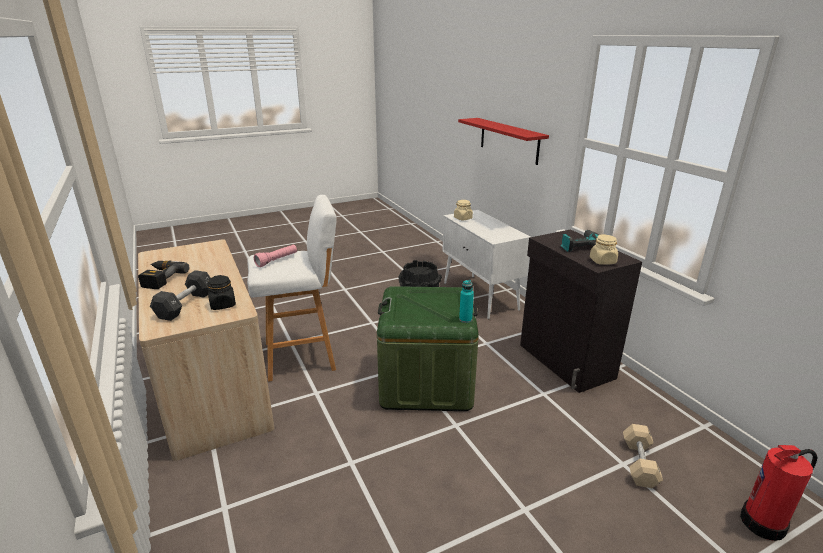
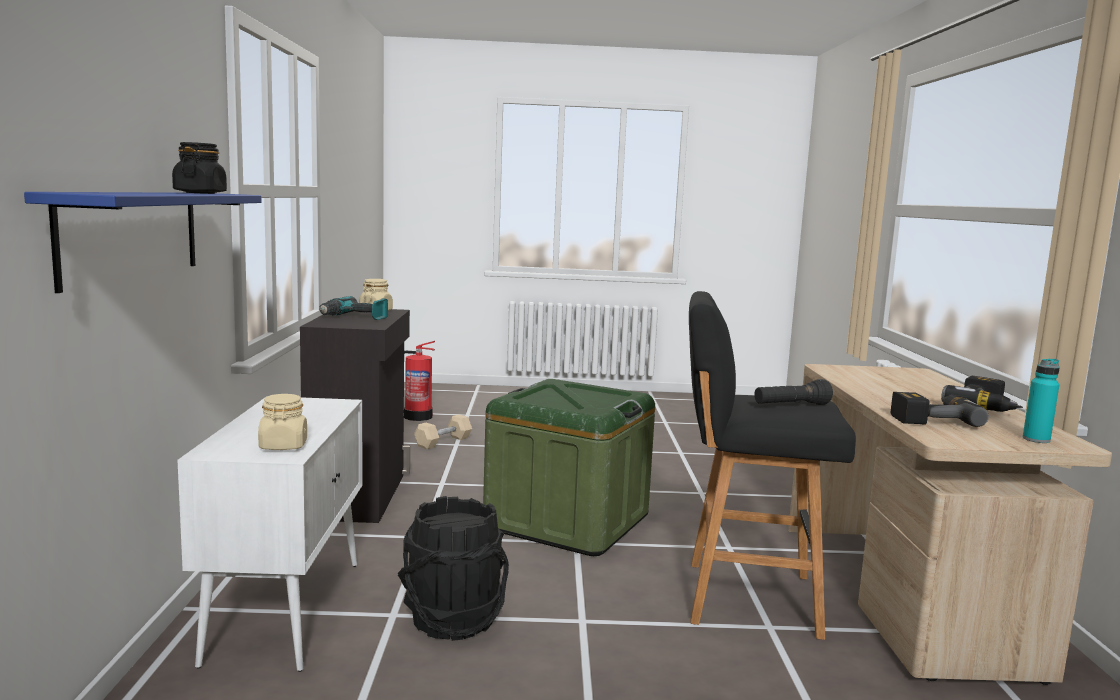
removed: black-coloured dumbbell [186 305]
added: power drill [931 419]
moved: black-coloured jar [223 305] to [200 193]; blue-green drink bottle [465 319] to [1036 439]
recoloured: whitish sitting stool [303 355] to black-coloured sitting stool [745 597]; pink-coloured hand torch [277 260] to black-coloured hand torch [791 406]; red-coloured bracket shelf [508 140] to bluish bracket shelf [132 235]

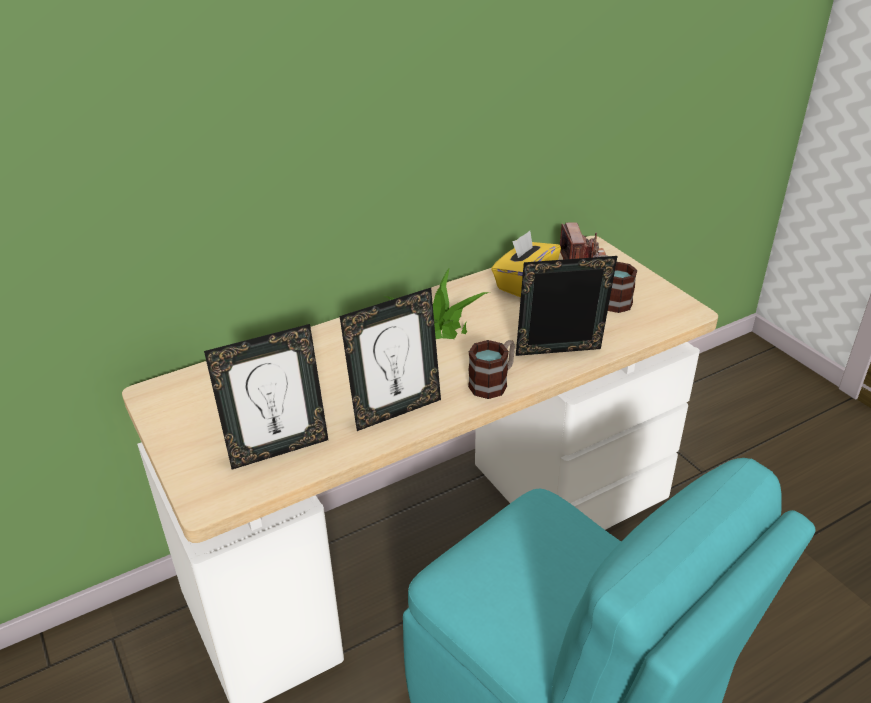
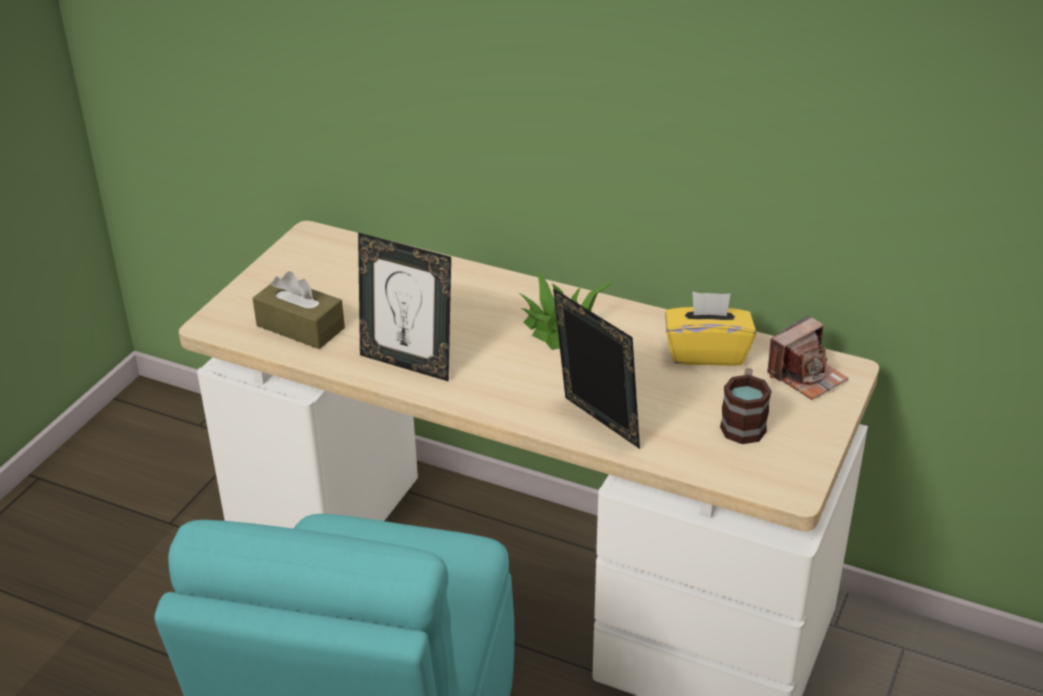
removed: mug [493 382]
replaced: standing frame [278 449] to brownish tissue box [300 327]

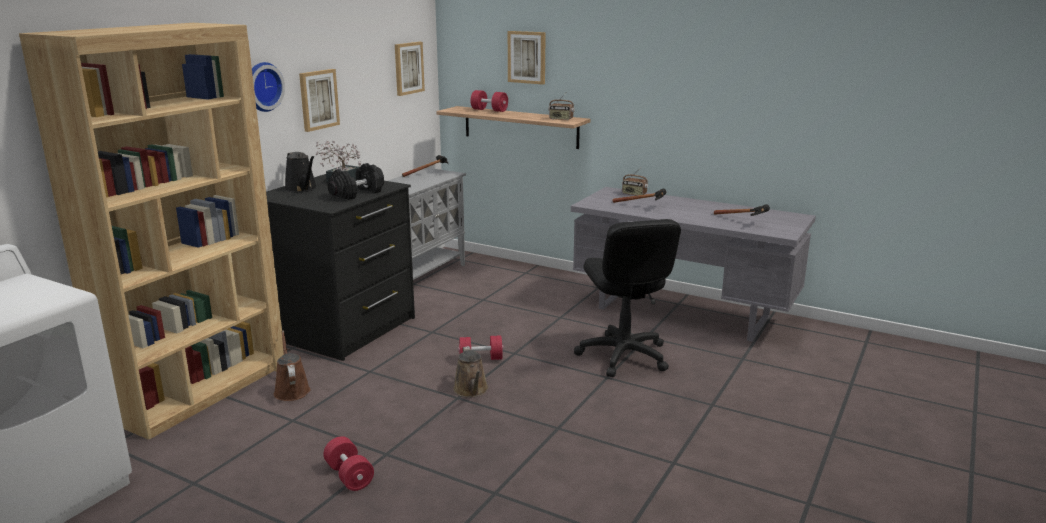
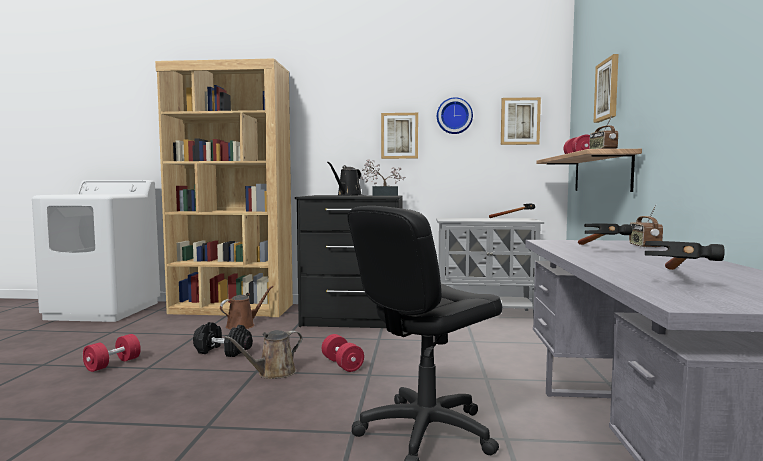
moved: wall clock [262 86] to [454 116]; black-coloured dumbbell [357 194] to [223 351]

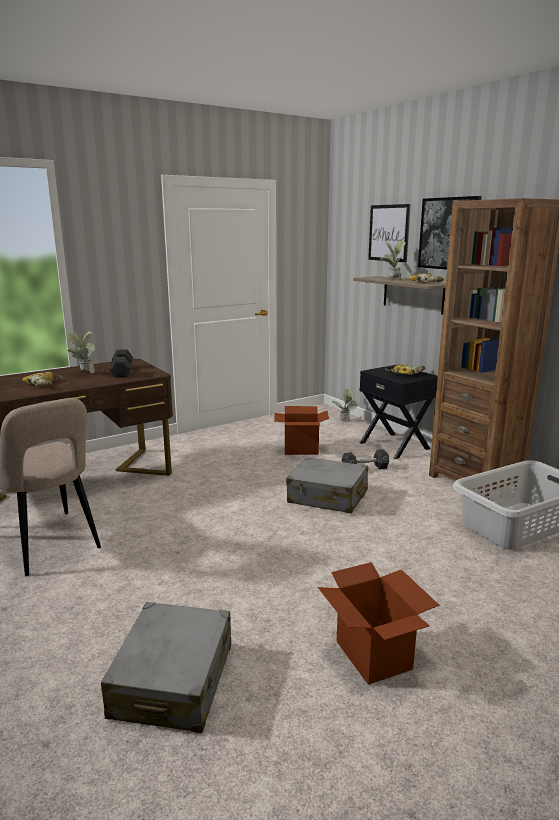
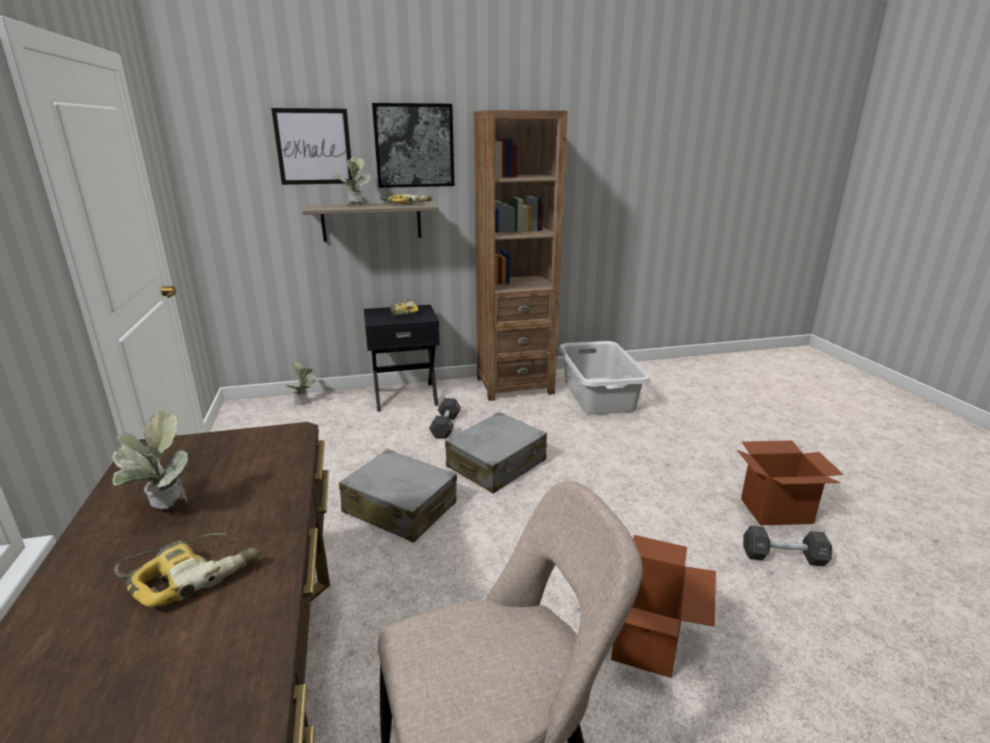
moved: grey suitcase [173 680] to [400 508]; black-coloured dumbbell [122 371] to [783 557]; packing box [301 449] to [645 640]

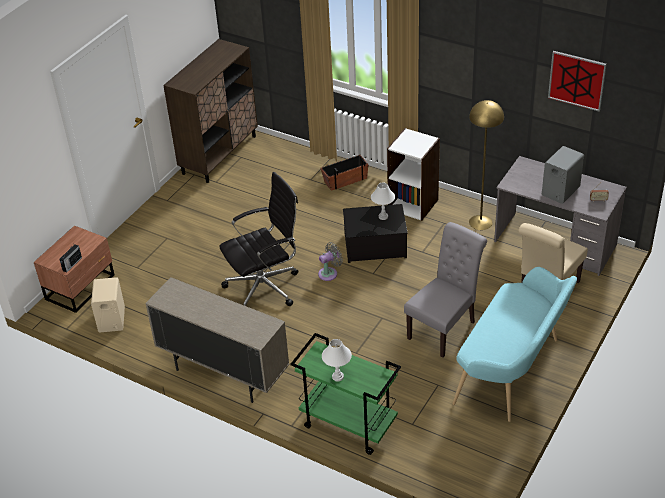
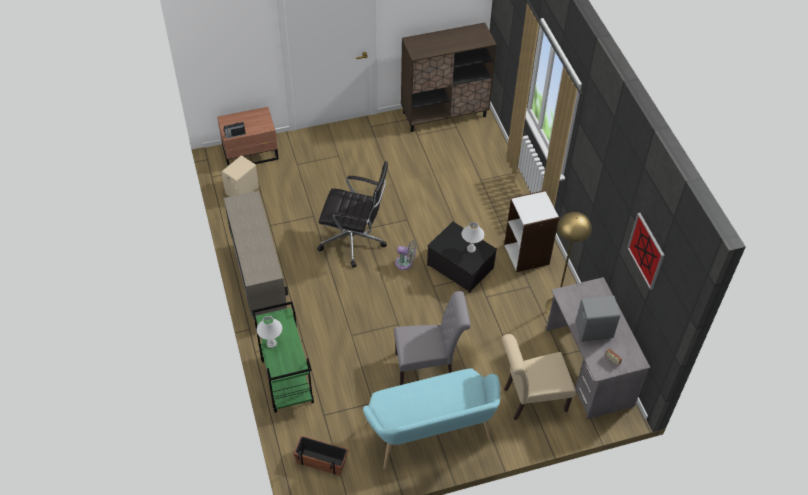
moved: planter [345 180] to [321 461]

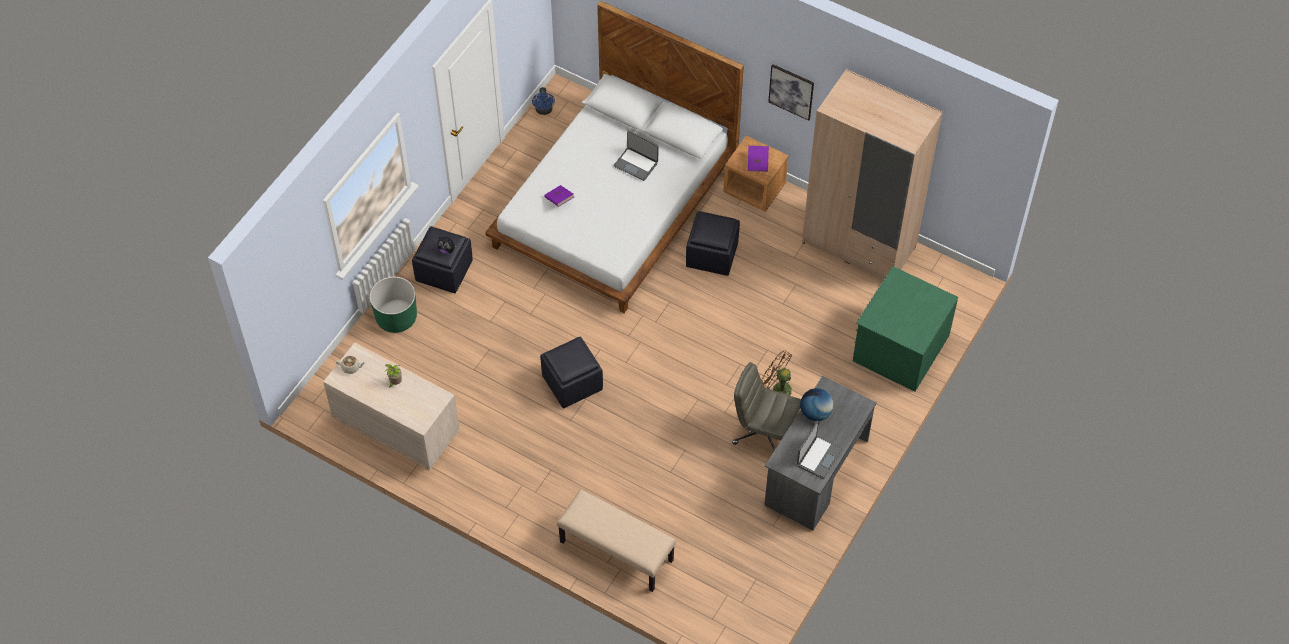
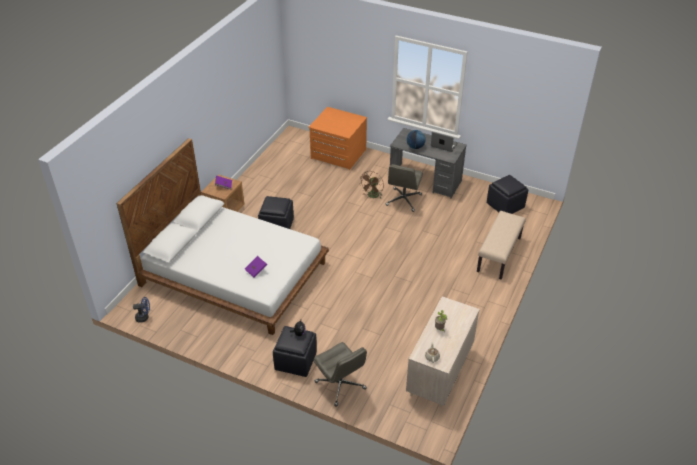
removed: notebook computer [636 164]; picture [791 91]; beige-coloured wardrobe [859 244]
moved: black-coloured pouffe [572 383] to [505 206]
replaced: greenish planter [396 317] to grey computer chair [341 385]
recoloured: greenish drawer chest [899 347] to orangey drawer chest [338 154]

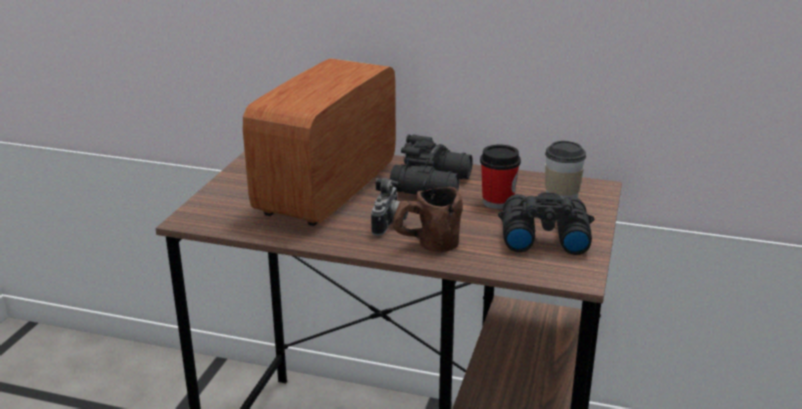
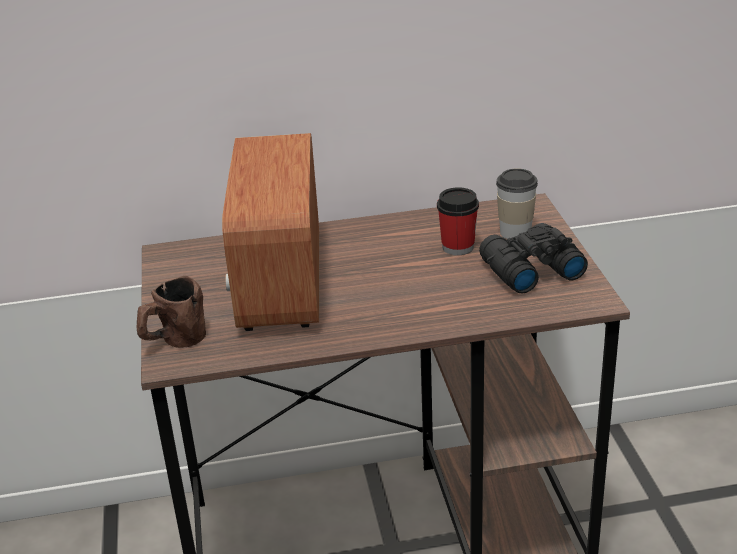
removed: still camera [390 225]; black-coloured binoculars [434 184]
moved: brownish mug [426 245] to [173 342]

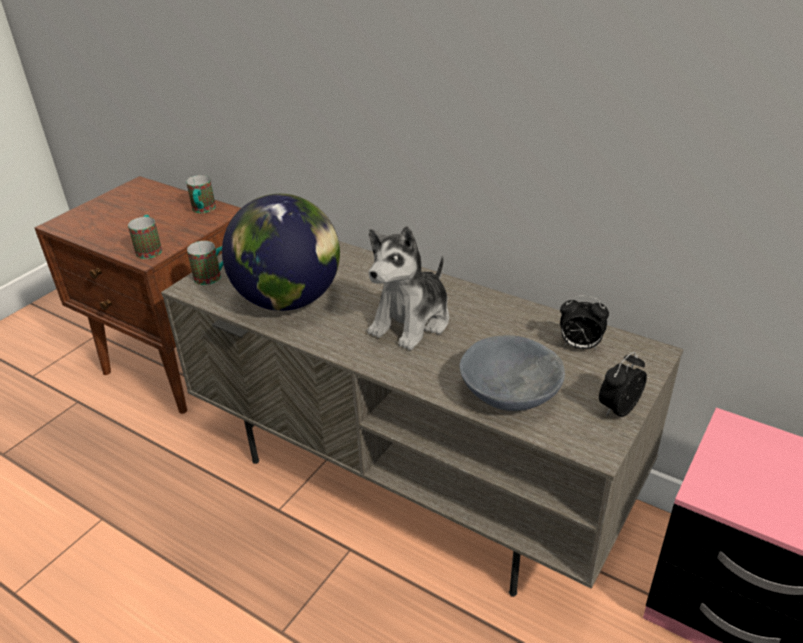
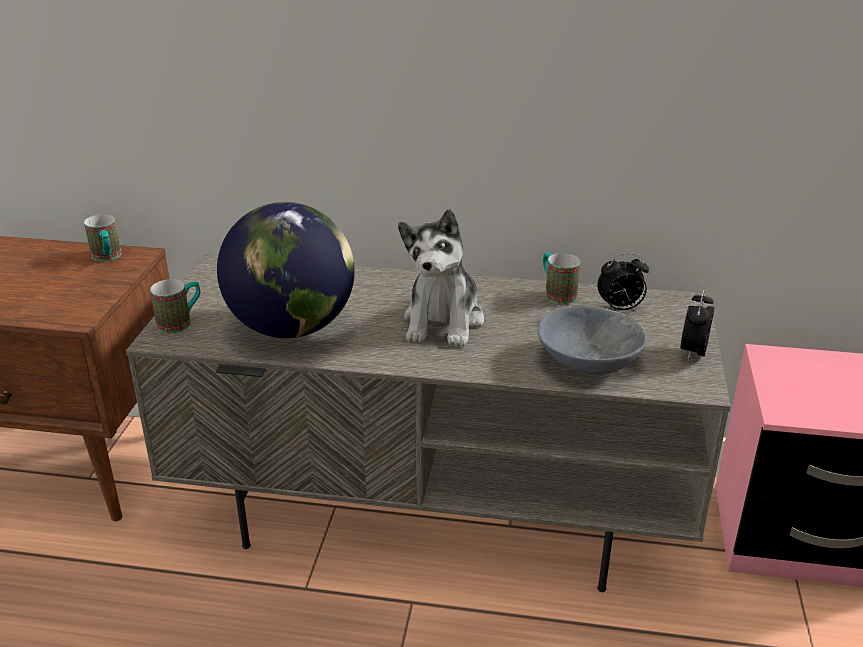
moved: mug [150 249] to [556 293]

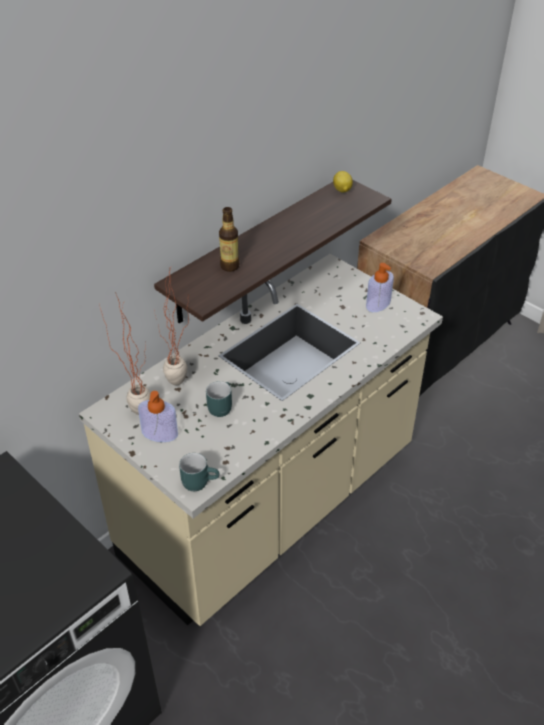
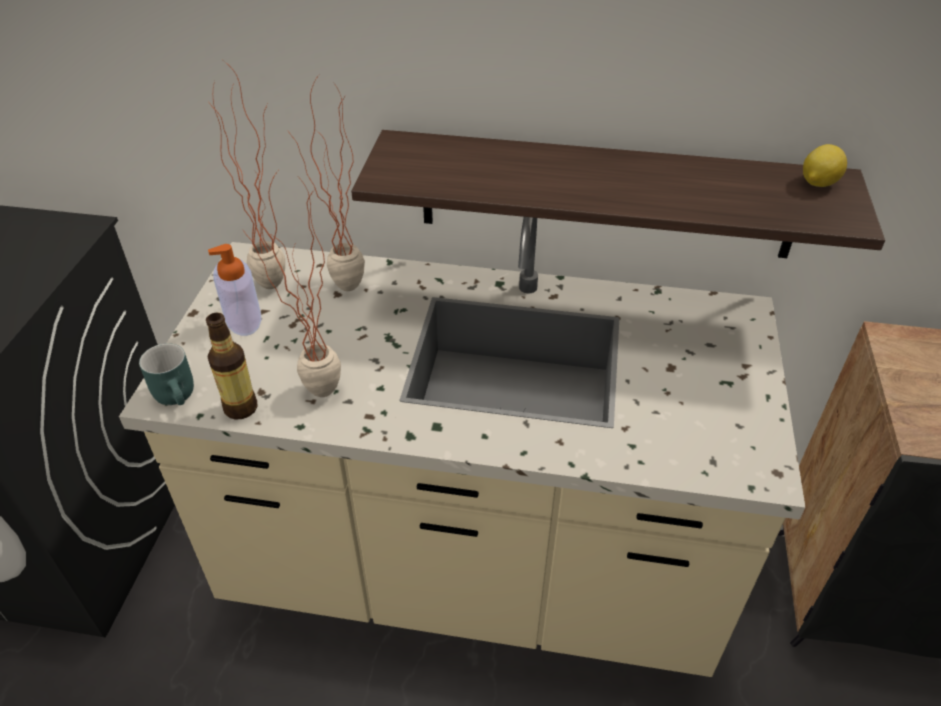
removed: blue-green mug [219 406]; liquid soap bottle [378 304]
added: plant in a pot [314 399]
moved: drink bottle [229 266] to [240 408]

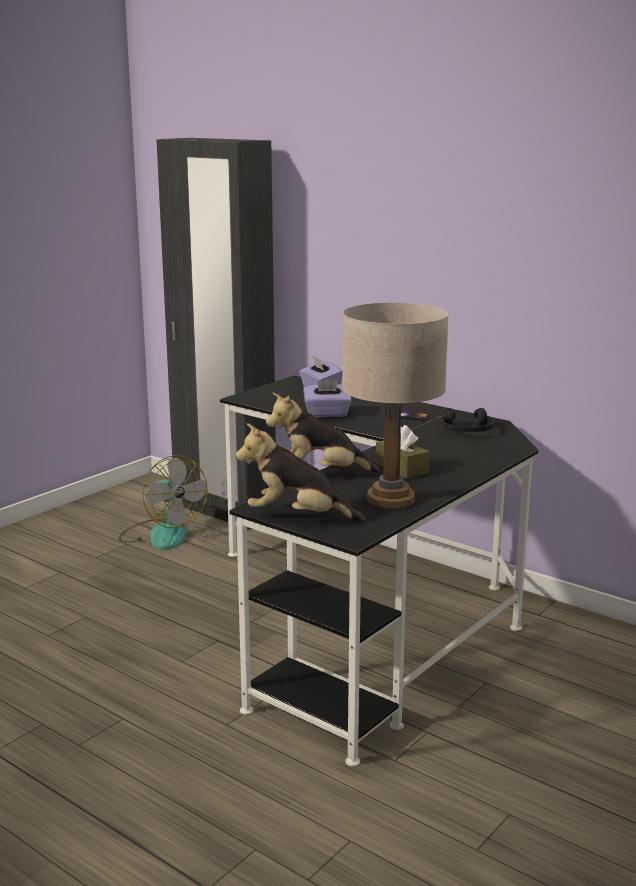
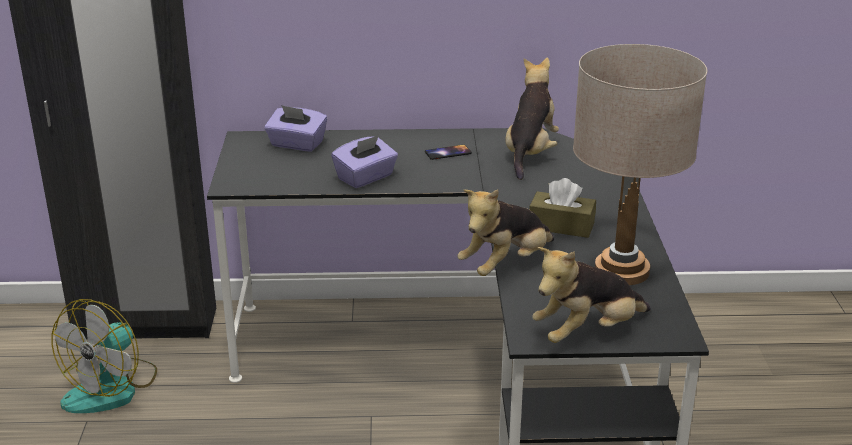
replaced: black-coloured headphones [467 430] to plush toy [530 153]
turned: cooling fan [162 534] = [112 388] 105 degrees clockwise

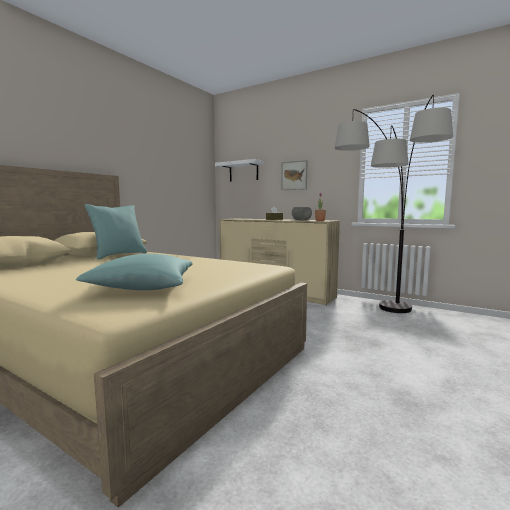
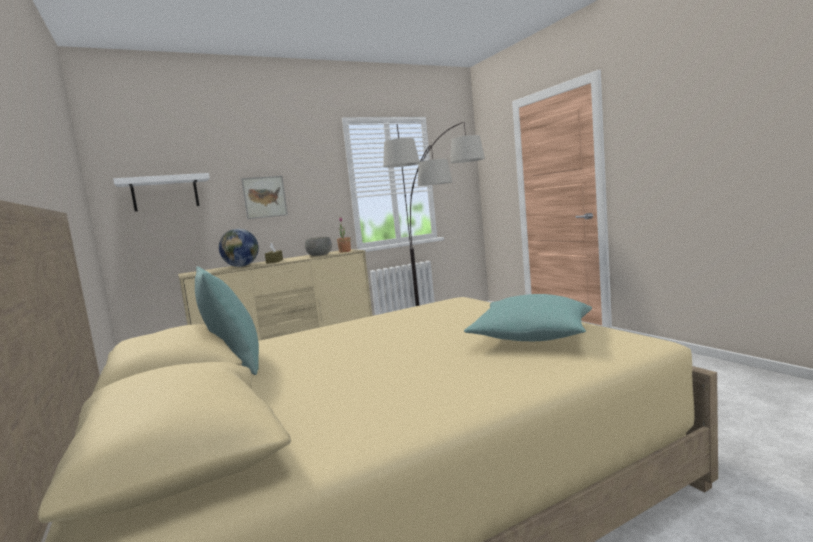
added: desk globe [241 266]

